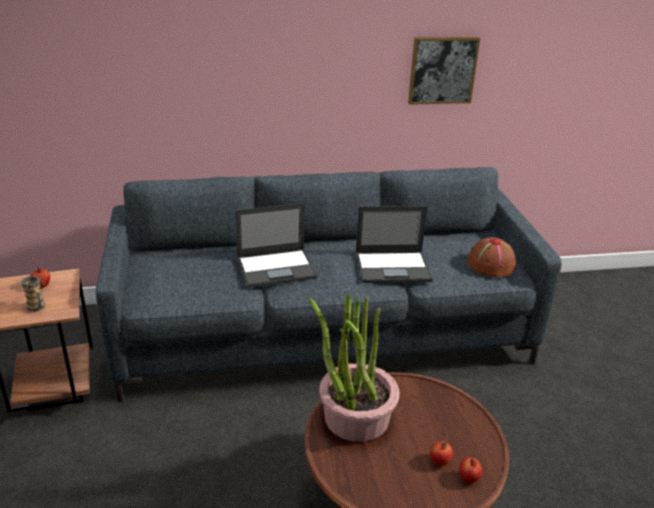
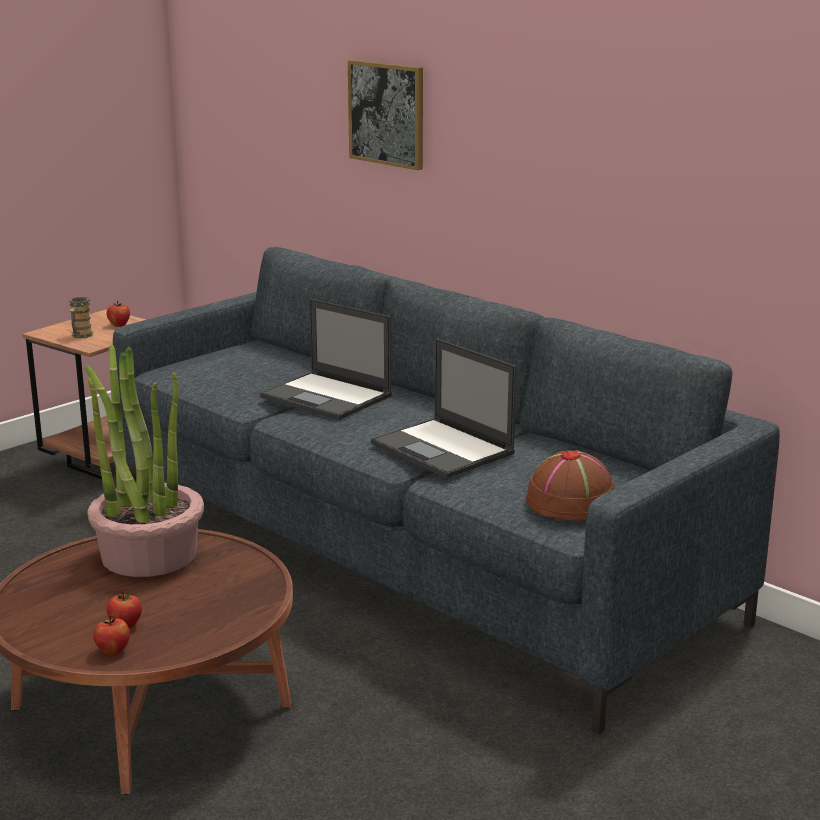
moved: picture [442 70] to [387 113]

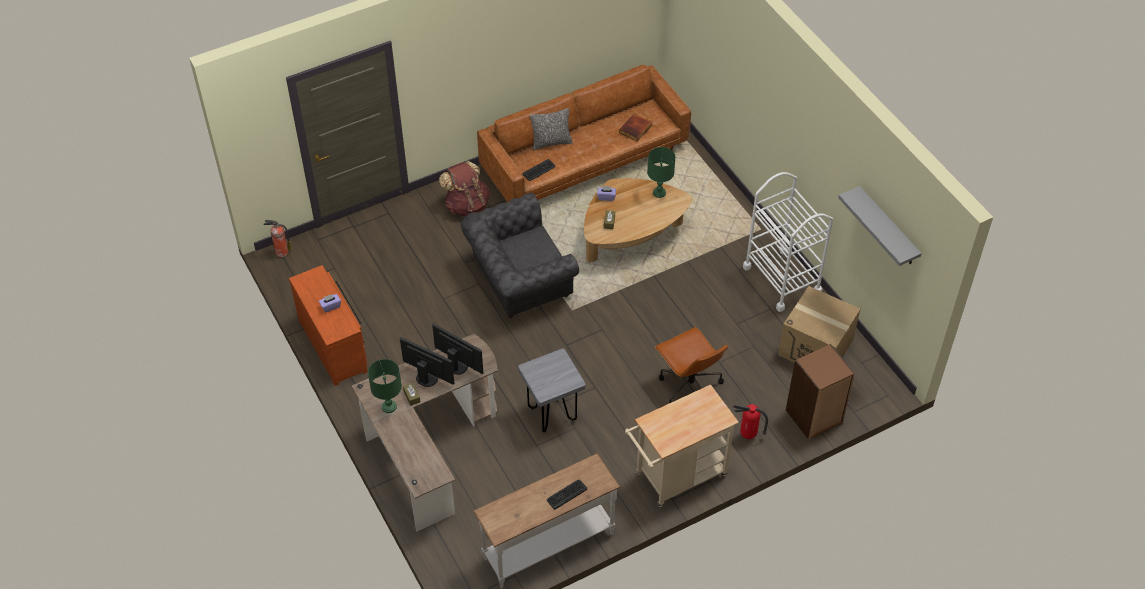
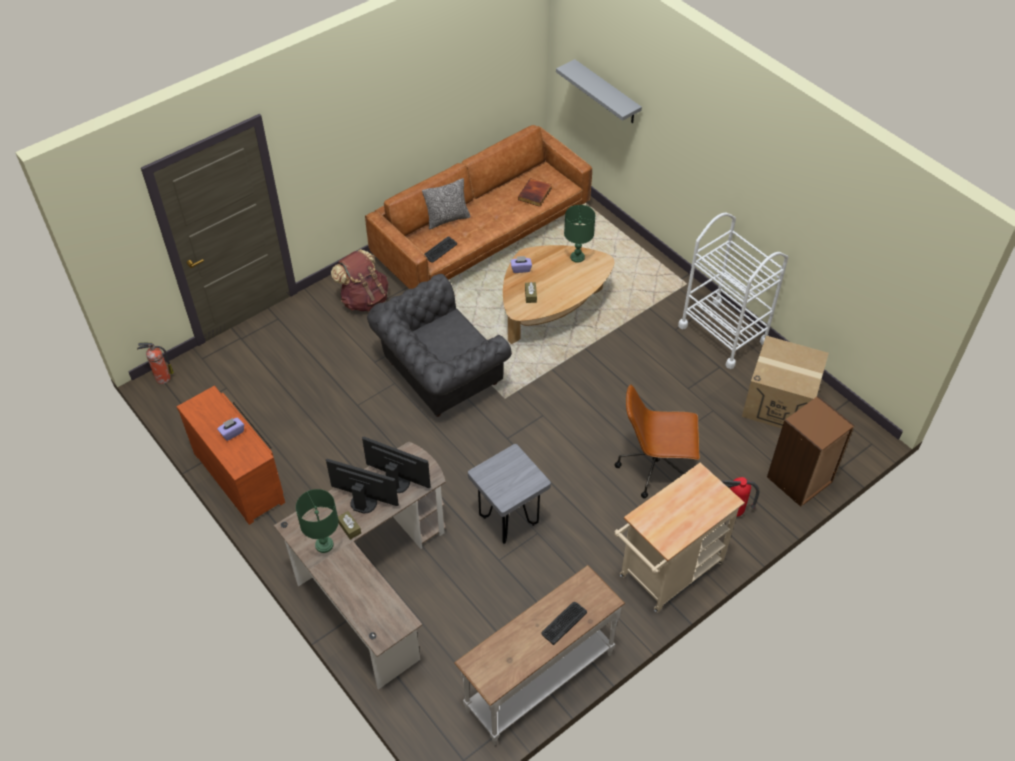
moved: grey bracket shelf [888 227] to [606 92]
turned: brownish computer chair [689 388] = [655 468] 135 degrees clockwise

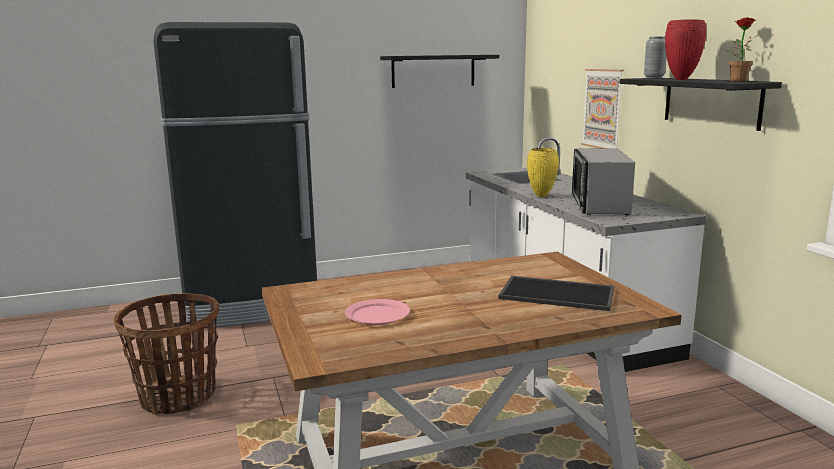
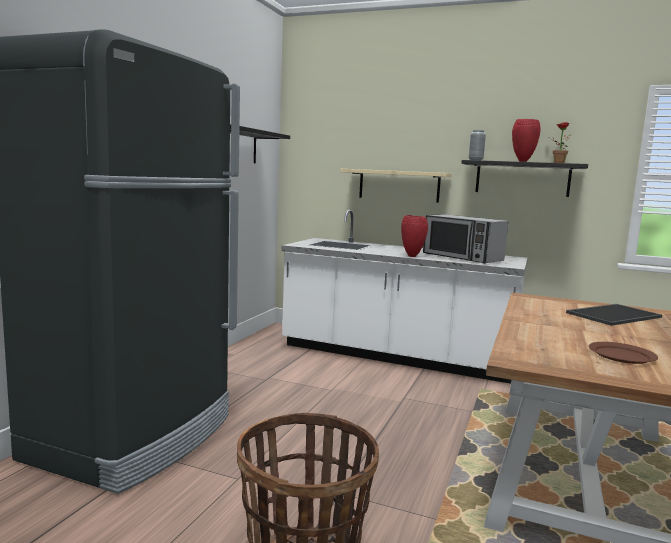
replaced: picture [602 109] to beige-coloured bracket shelf [399 185]
recoloured: pink-coloured flat dish [378 315] to brownish flat dish [622 355]; yellowish flower vase [542 197] to red-coloured flower vase [412 256]

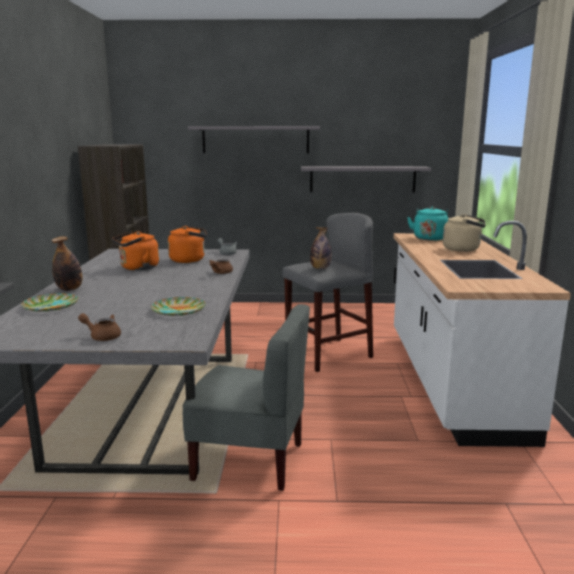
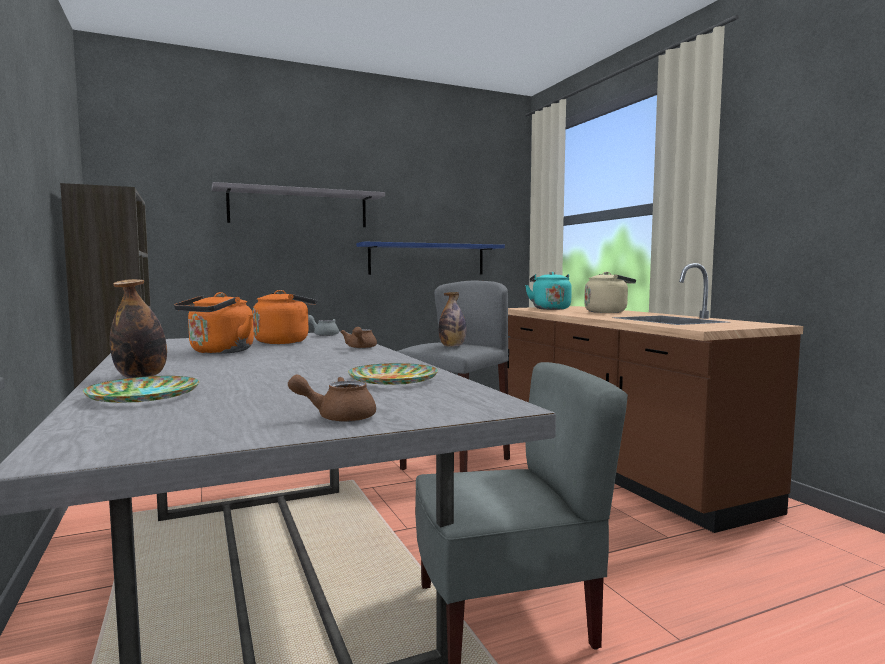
recoloured: grey bracket shelf [362 179] to bluish bracket shelf [427 259]; whitish counter [450 381] to brownish counter [618 468]

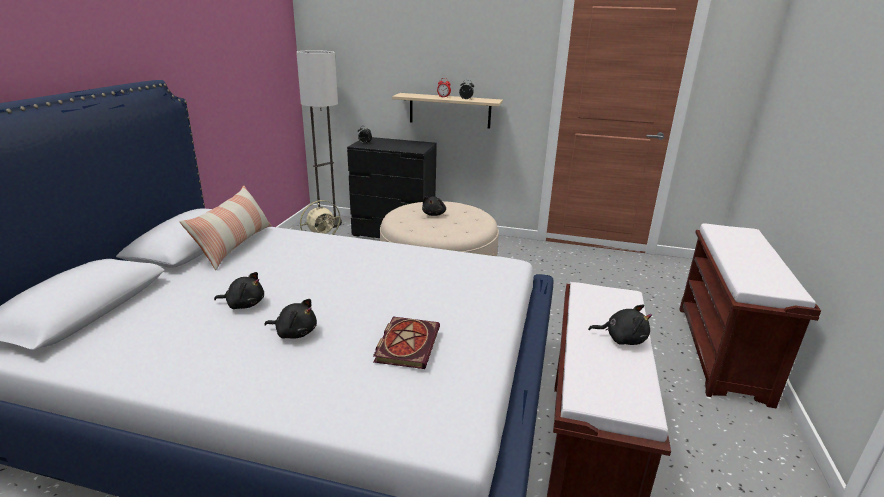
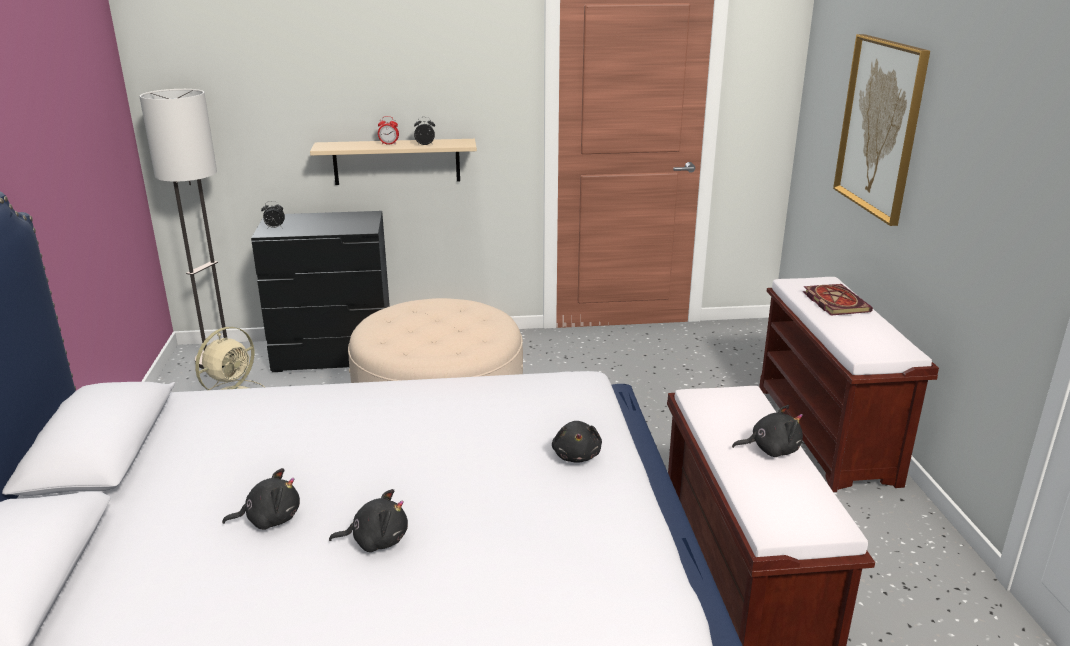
removed: pillow [235 245]
added: picture [880 127]
moved: book [406 343] to [833 302]; black-coloured plush toy [434 214] to [576 455]

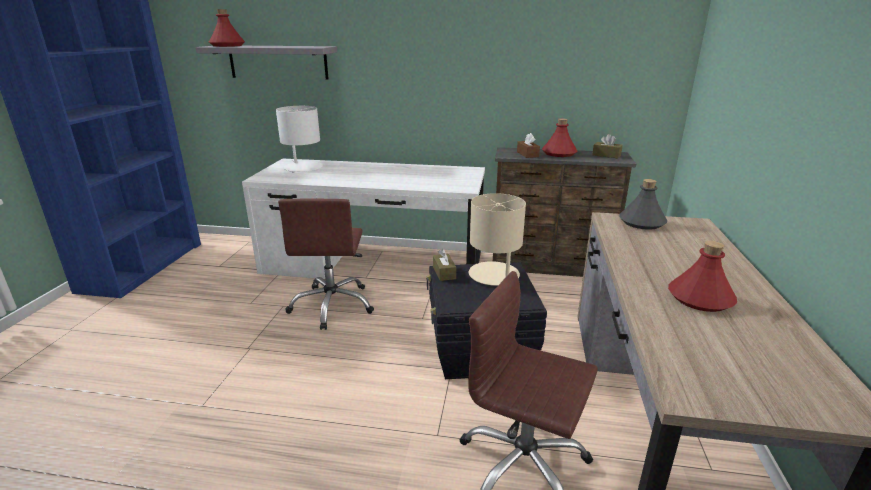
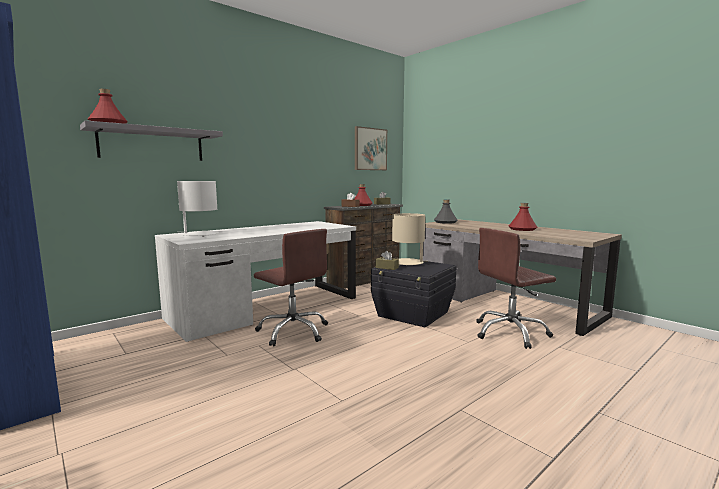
added: picture [370 149]

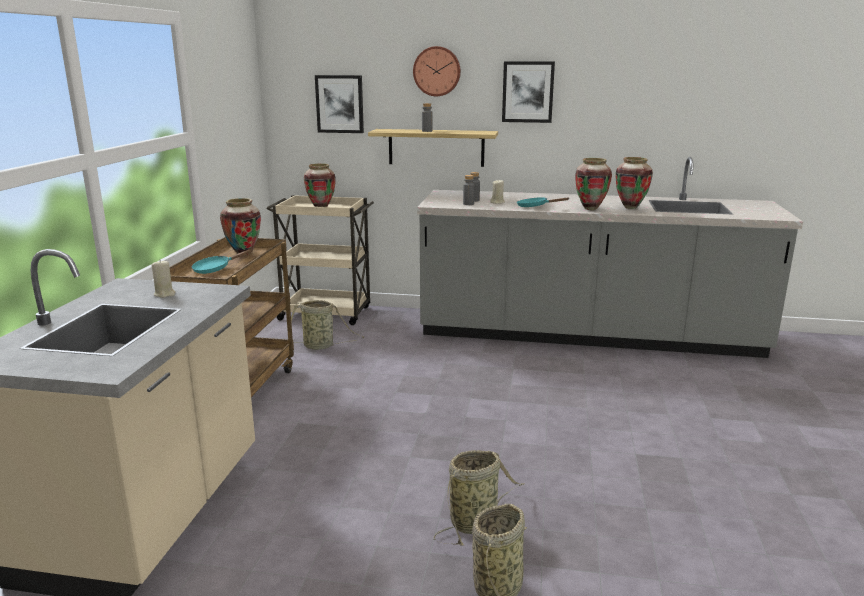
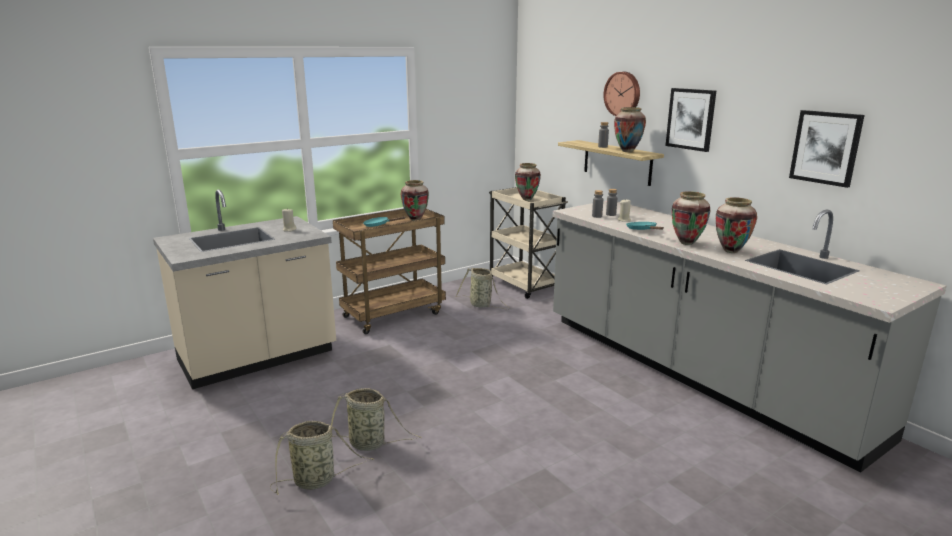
added: flower vase [627 151]
moved: picture [340 104] to [826 147]

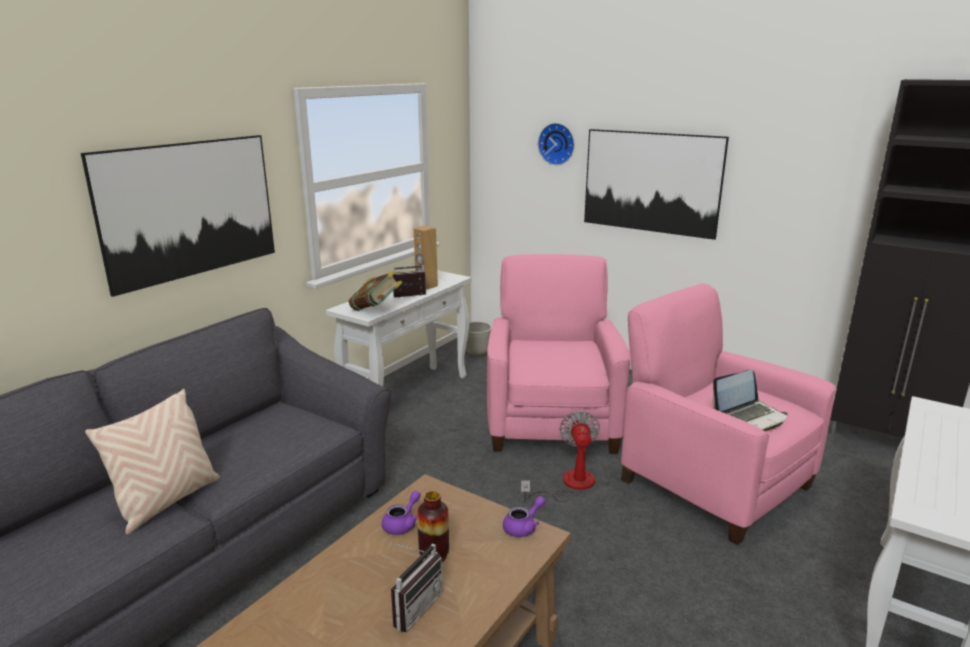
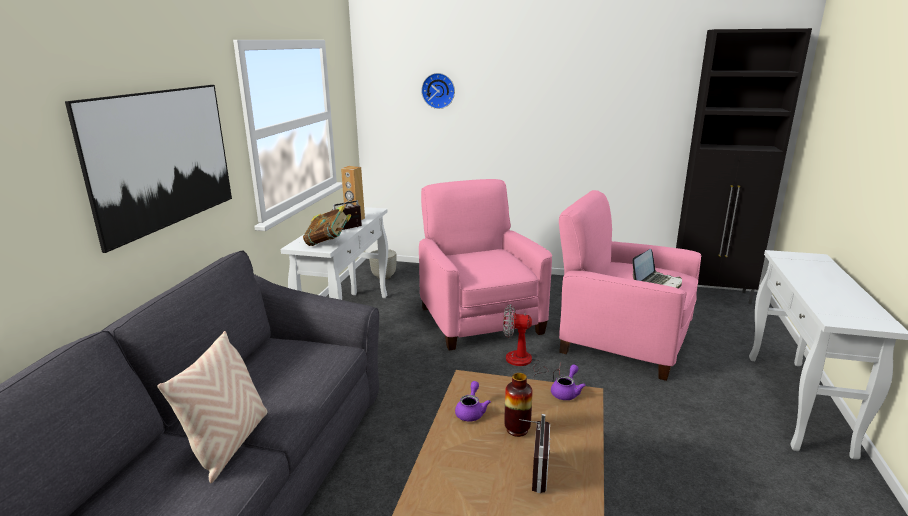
removed: picture [651 182]
turned: cooling fan [569 485] = [524 364] 60 degrees counterclockwise

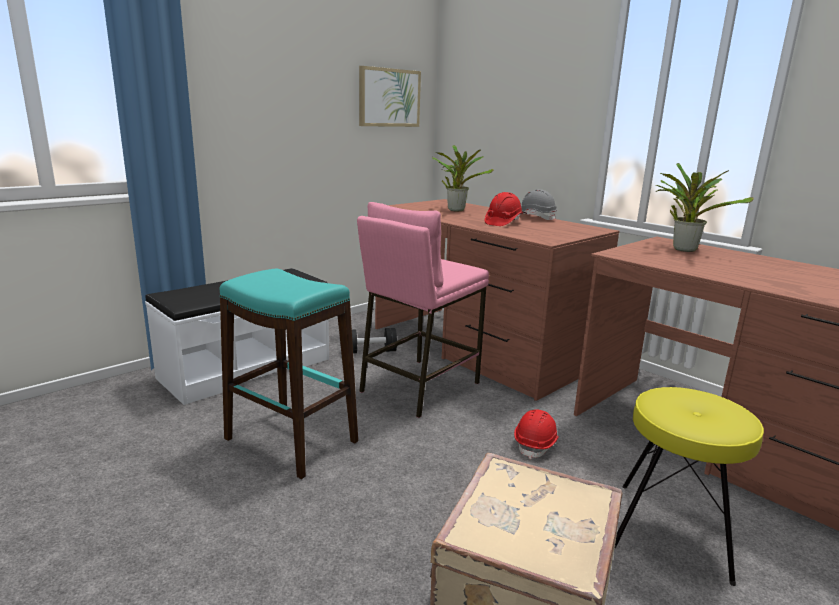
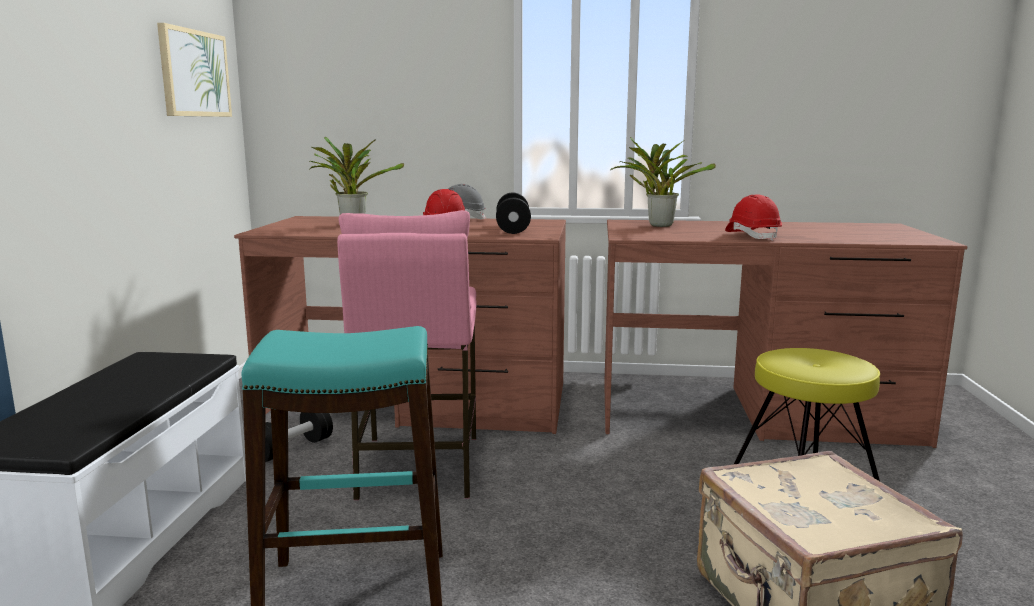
added: black-coloured dumbbell [513 229]
moved: red-coloured safety helmet [536 444] to [752 236]

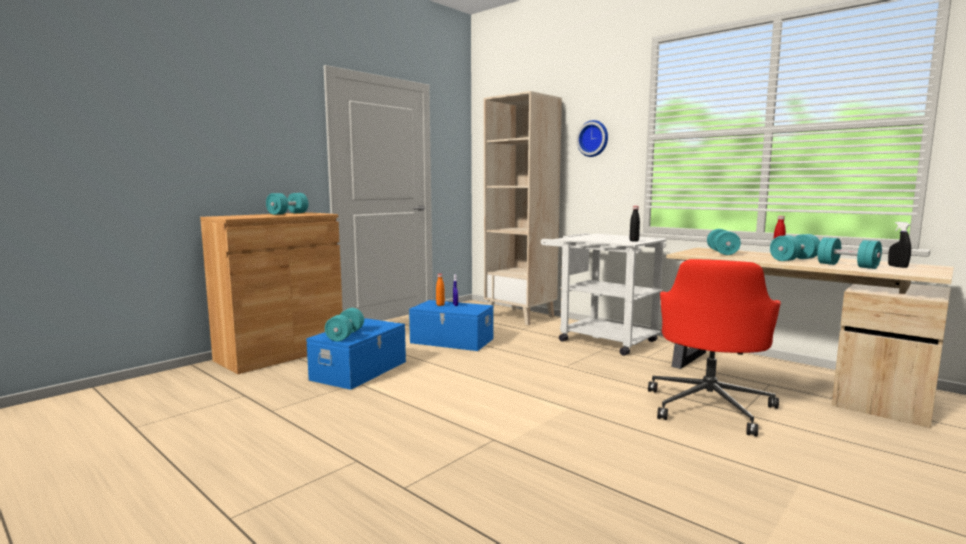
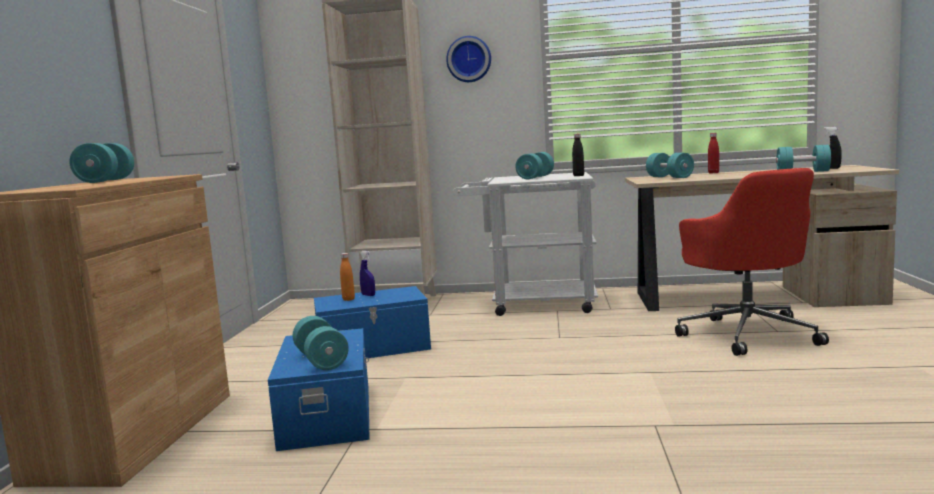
moved: blue-green dumbbell [794 259] to [535 177]

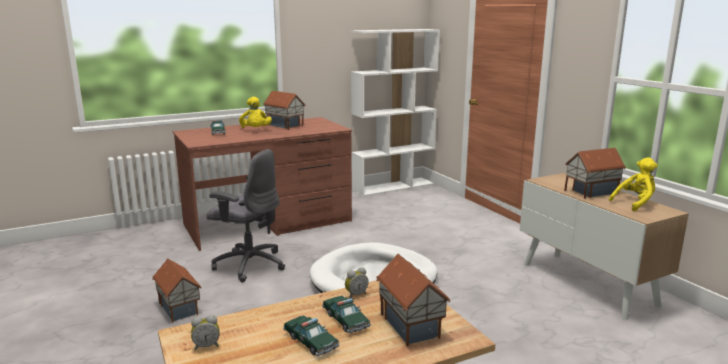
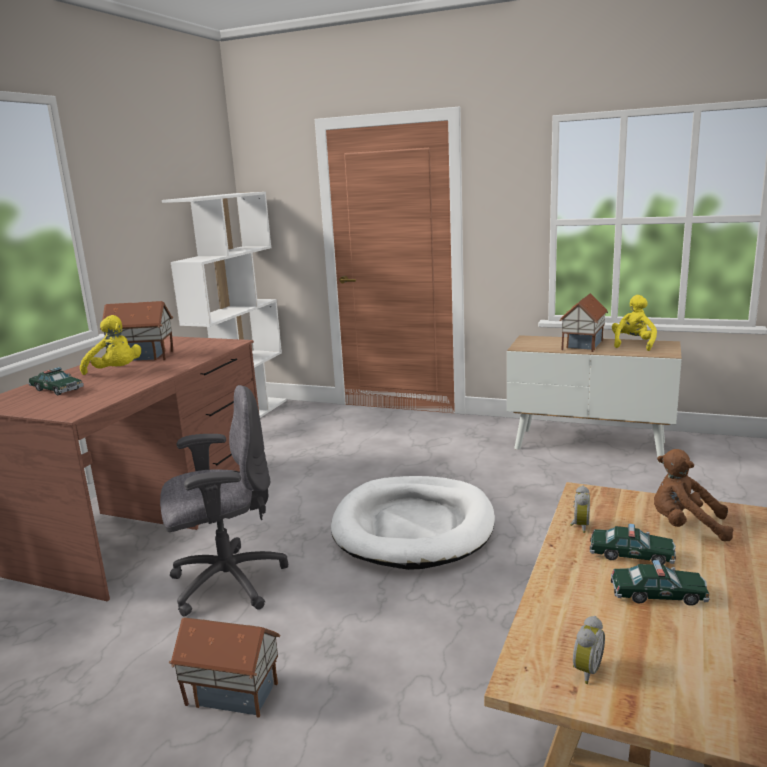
replaced: toy house [411 324] to brownish plush toy [686 526]

